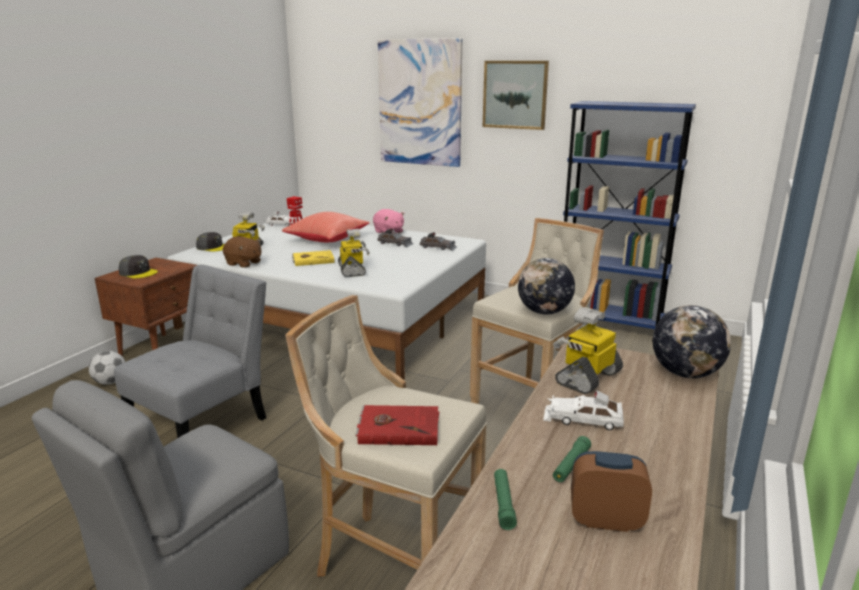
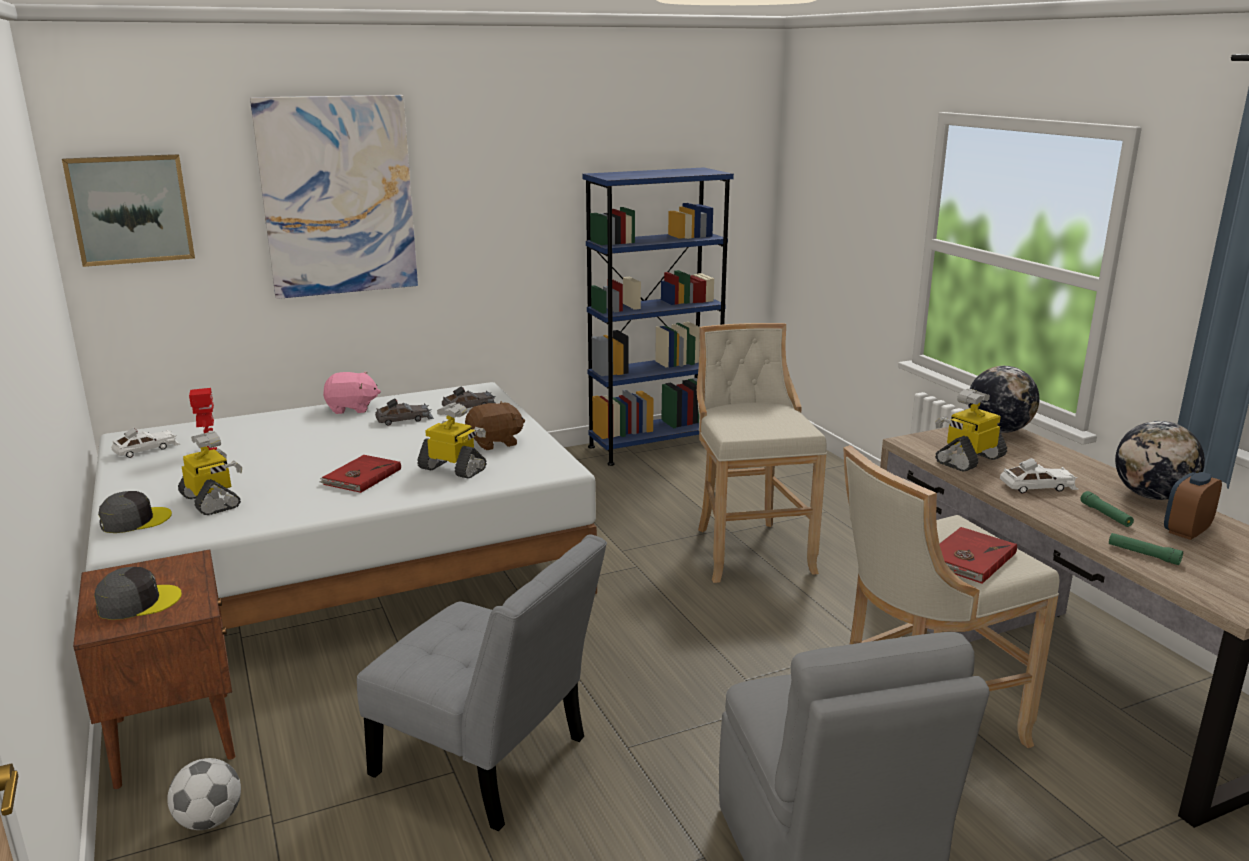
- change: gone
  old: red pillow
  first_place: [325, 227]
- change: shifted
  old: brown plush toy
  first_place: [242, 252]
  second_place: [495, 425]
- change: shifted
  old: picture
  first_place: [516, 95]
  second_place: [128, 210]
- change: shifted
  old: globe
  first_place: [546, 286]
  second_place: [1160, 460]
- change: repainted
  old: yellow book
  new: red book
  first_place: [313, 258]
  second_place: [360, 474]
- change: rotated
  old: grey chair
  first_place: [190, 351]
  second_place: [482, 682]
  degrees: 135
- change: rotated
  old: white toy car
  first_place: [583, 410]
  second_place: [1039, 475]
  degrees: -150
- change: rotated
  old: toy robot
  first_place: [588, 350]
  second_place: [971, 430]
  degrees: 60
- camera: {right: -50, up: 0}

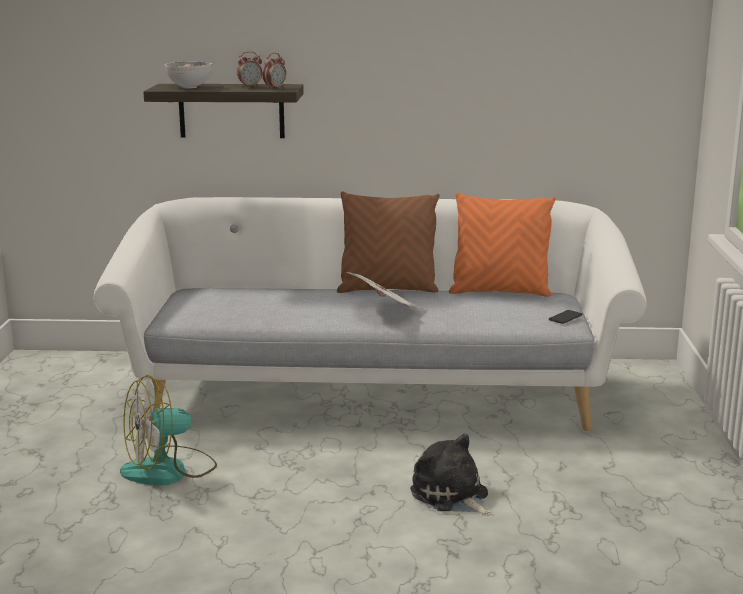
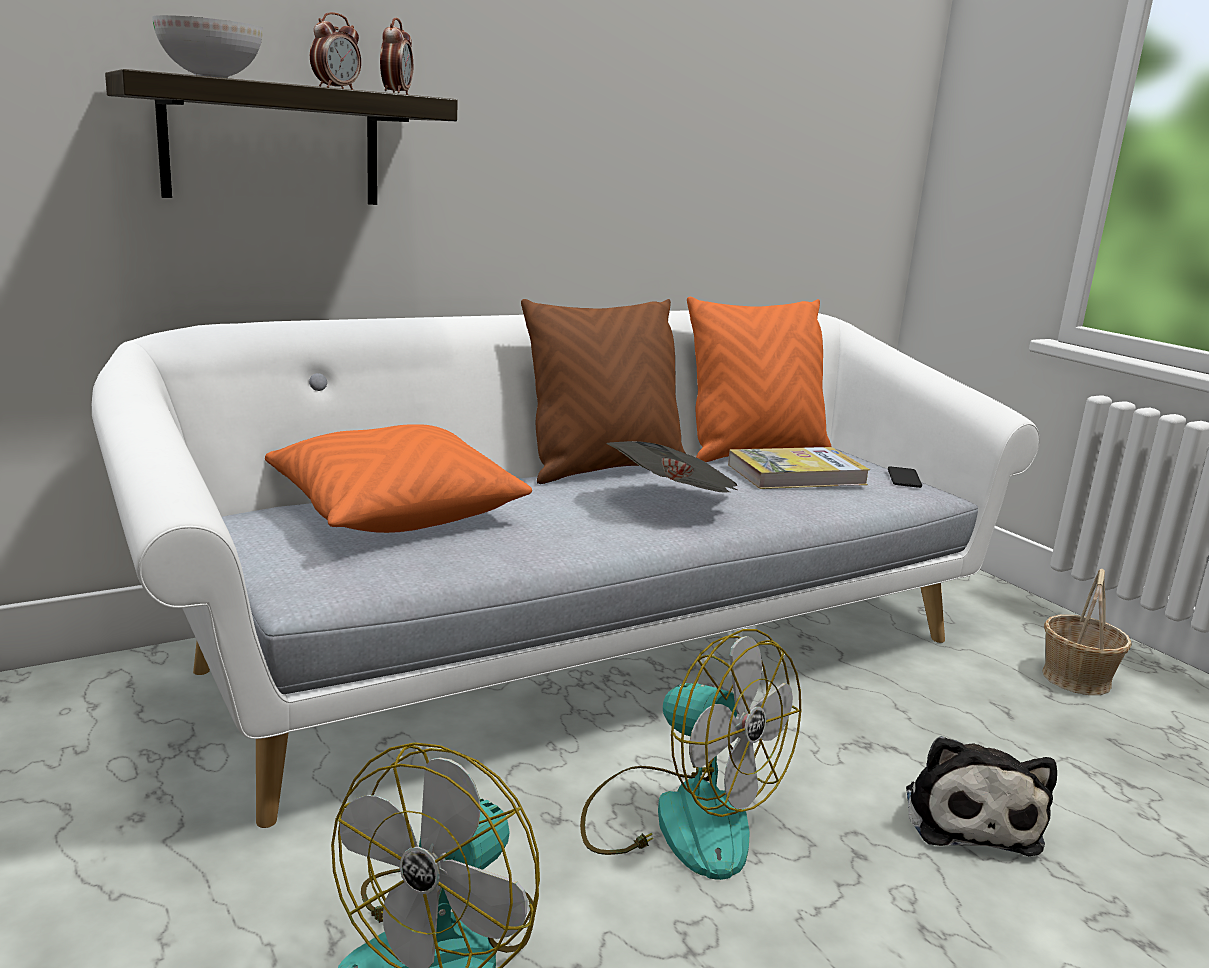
- change: new
  new: orange pillow
  second_place: [398, 478]
- change: new
  new: fan
  second_place: [690, 754]
- change: new
  new: book
  second_place: [799, 468]
- change: new
  new: basket
  second_place: [1087, 632]
- change: rotated
  old: plush toy
  first_place: [451, 474]
  second_place: [981, 796]
  degrees: -105
- camera: {right: -35, up: 0}

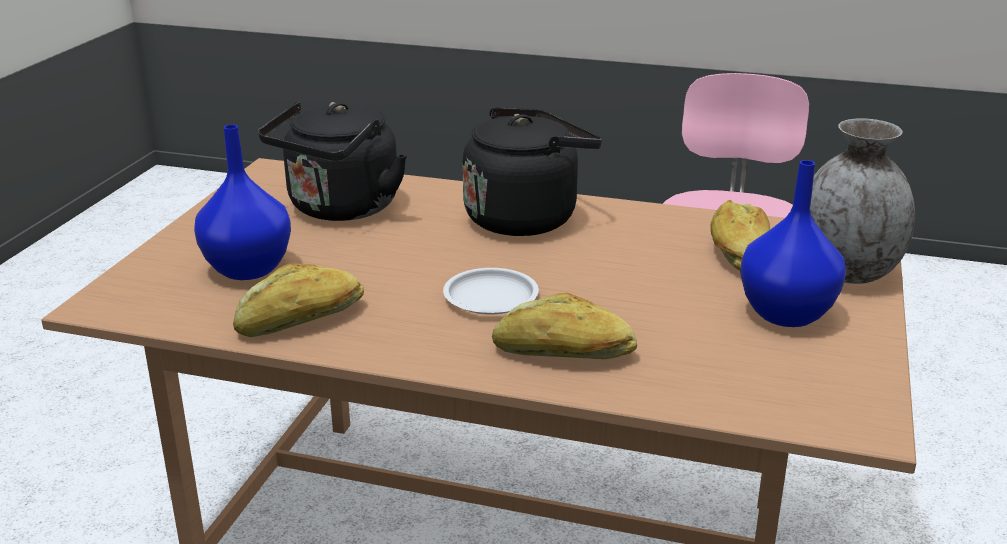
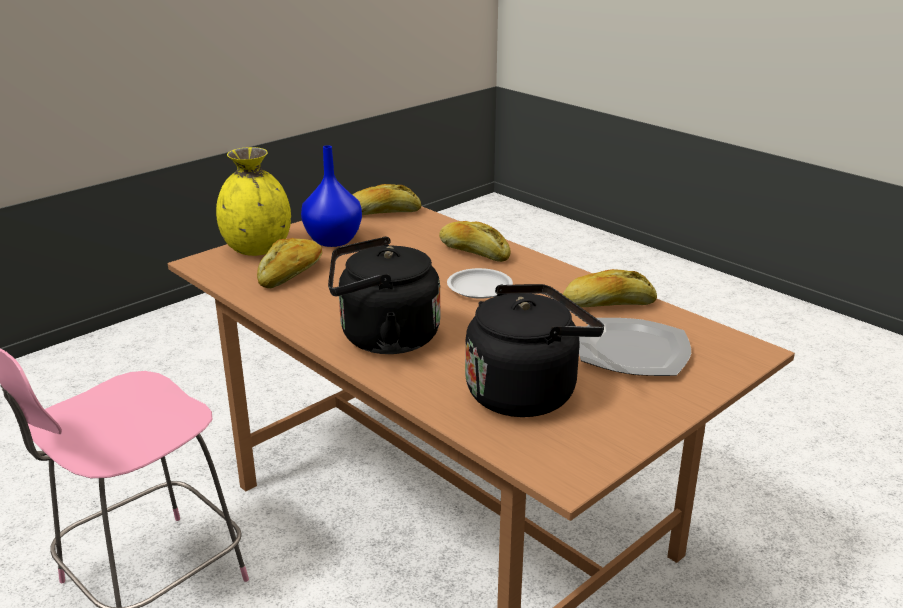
- change: new
  new: bread
  second_place: [387, 199]
- change: swapped
  old: blue vase
  new: plate
  first_place: [242, 202]
  second_place: [635, 347]
- change: repainted
  old: grey vase
  new: yellow vase
  first_place: [862, 201]
  second_place: [253, 201]
- camera: {right: -150, up: 0}

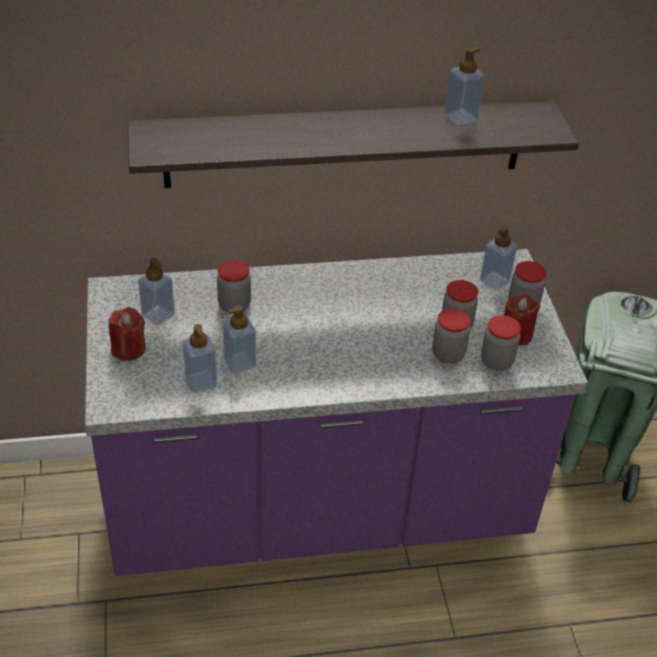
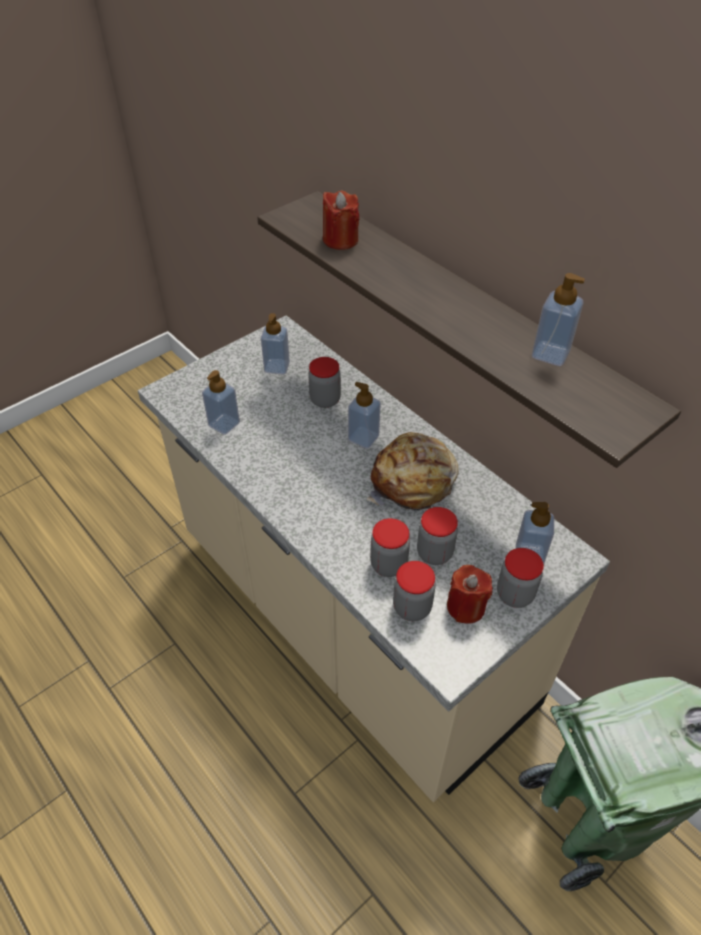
- change: new
  new: bread
  second_place: [413, 471]
- change: shifted
  old: red candle
  first_place: [127, 334]
  second_place: [341, 220]
- change: shifted
  old: soap dispenser
  first_place: [239, 340]
  second_place: [364, 415]
- change: repainted
  old: purple counter
  new: beige counter
  first_place: [336, 412]
  second_place: [374, 558]
- camera: {right: 60, up: 5}

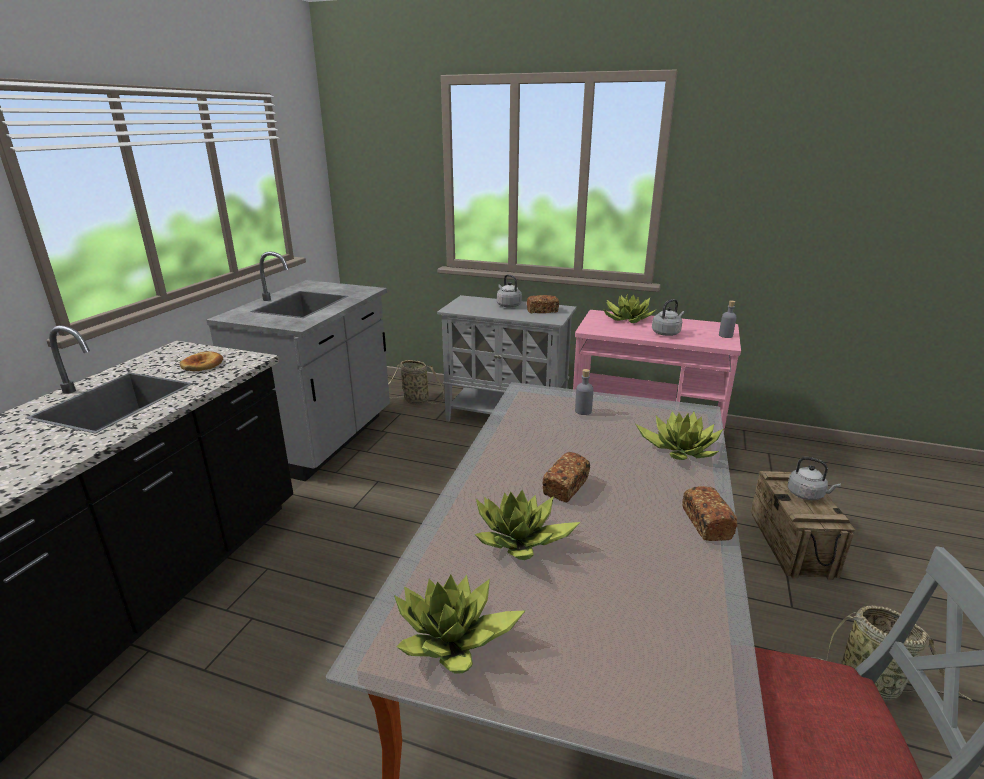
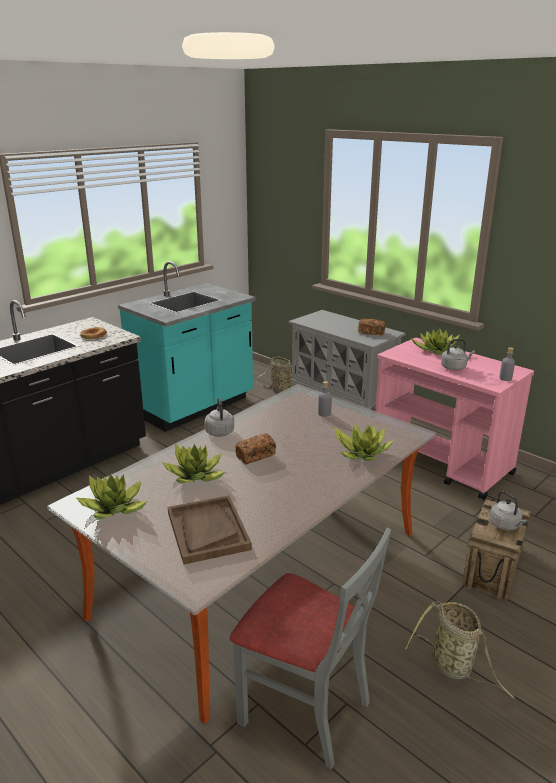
- change: gone
  old: bread
  first_place: [710, 513]
- change: new
  new: brown tray
  second_place: [210, 530]
- change: shifted
  old: grey kettle
  first_place: [509, 291]
  second_place: [219, 417]
- change: repainted
  old: grey counter
  new: turquoise counter
  first_place: [298, 366]
  second_place: [187, 346]
- camera: {right: 25, up: 0}

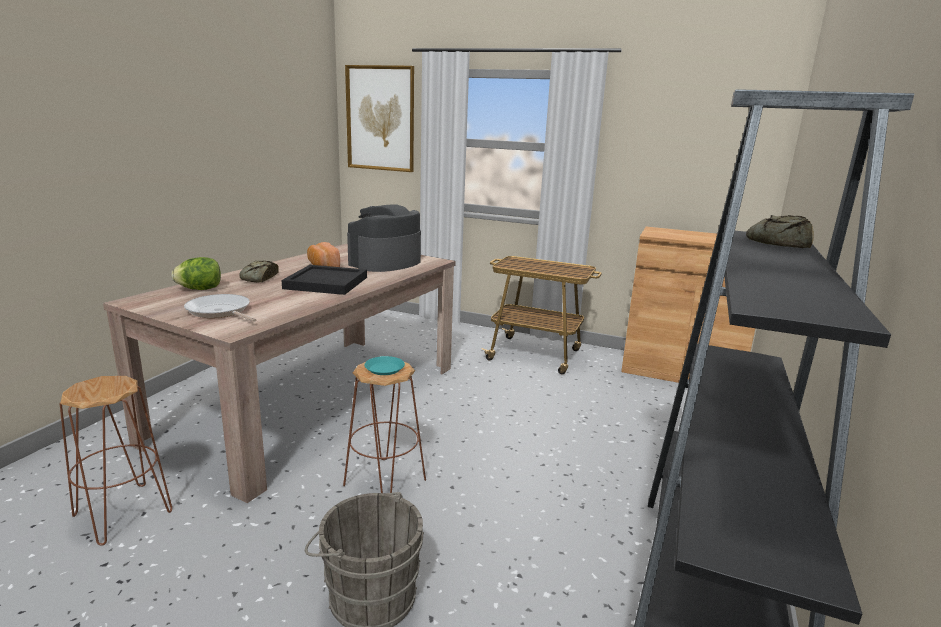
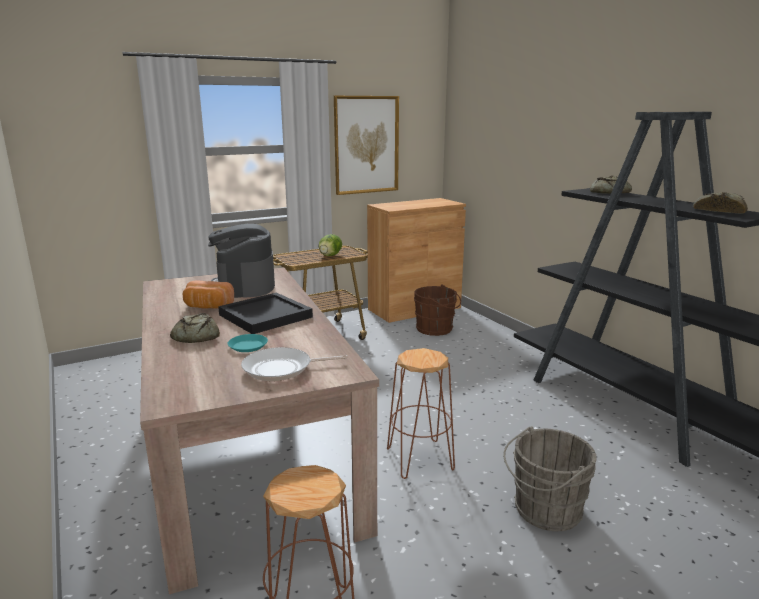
- change: new
  new: brown bucket
  second_place: [437, 310]
- change: new
  new: bread
  second_place: [720, 203]
- change: shifted
  old: lettuce
  first_place: [196, 273]
  second_place: [330, 245]
- change: shifted
  old: picture
  first_place: [379, 118]
  second_place: [366, 145]
- change: shifted
  old: turquoise plate
  first_place: [384, 365]
  second_place: [248, 343]
- camera: {right: -50, up: 0}

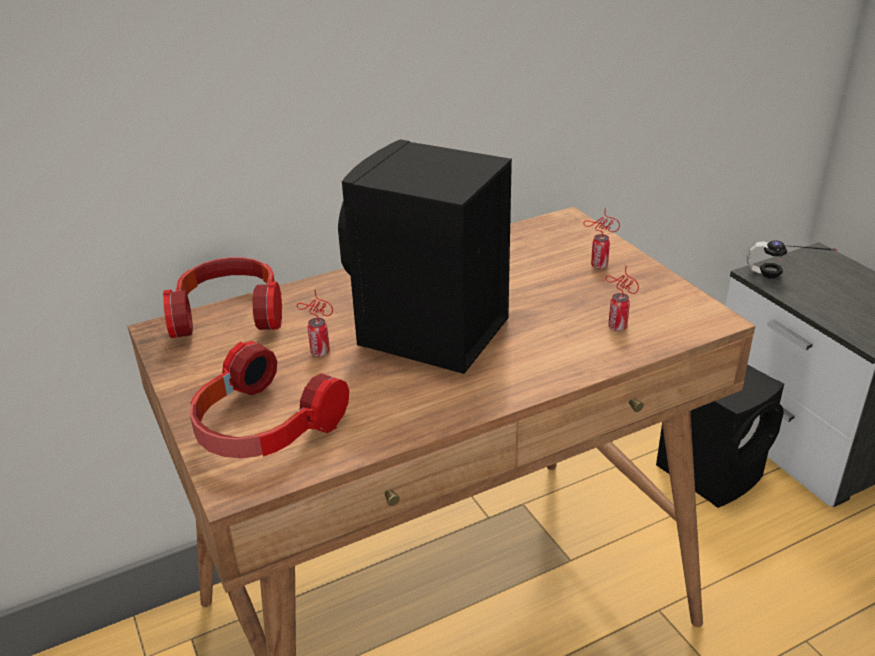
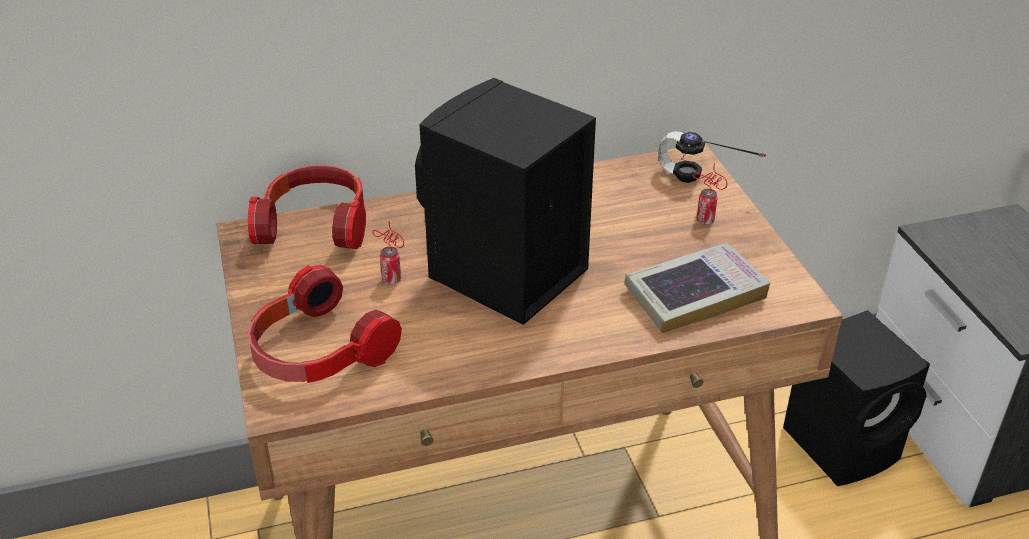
- change: shifted
  old: headphones
  first_place: [792, 259]
  second_place: [712, 157]
- change: swapped
  old: can
  new: book
  first_place: [622, 298]
  second_place: [697, 288]
- camera: {right: 10, up: 5}

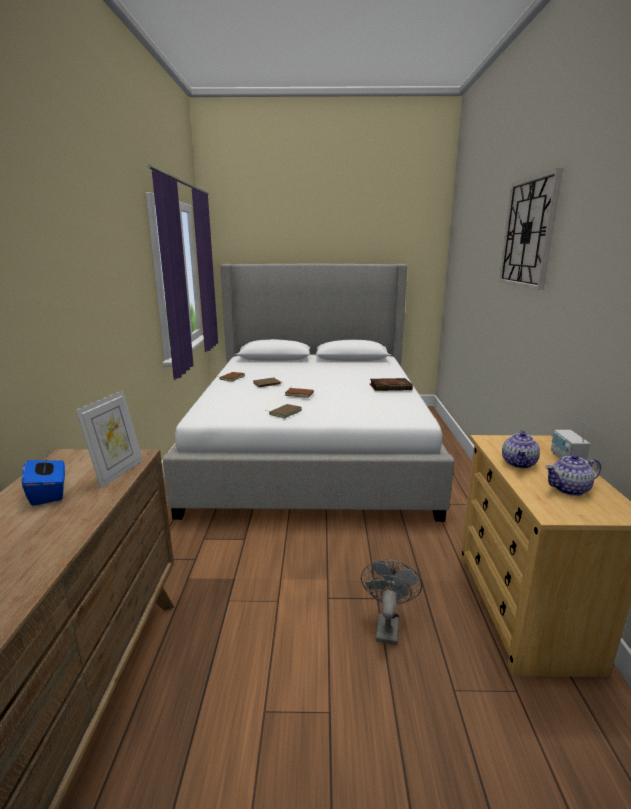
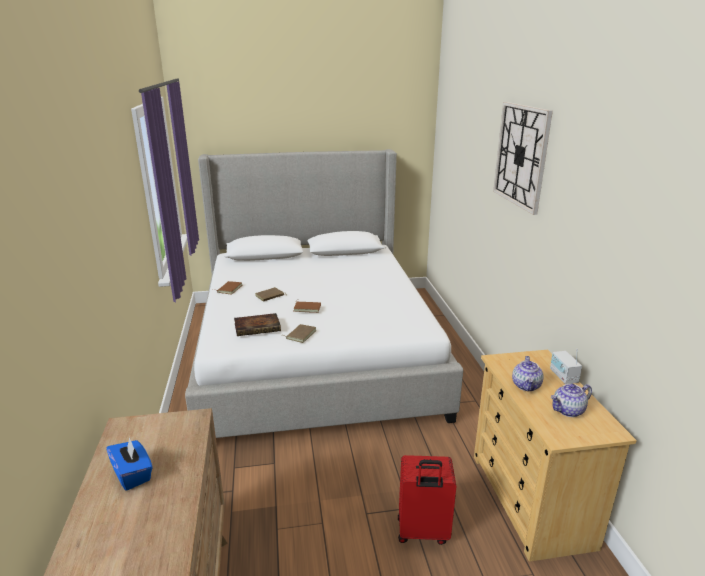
- change: gone
  old: picture frame
  first_place: [109, 439]
- change: shifted
  old: book
  first_place: [391, 384]
  second_place: [257, 324]
- change: swapped
  old: grey fan
  new: red suitcase
  first_place: [391, 602]
  second_place: [427, 500]
- camera: {right: -10, up: 5}

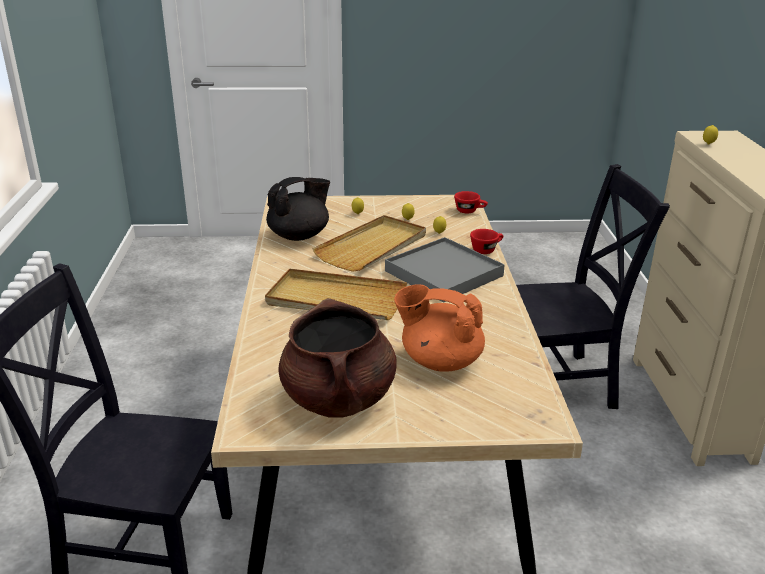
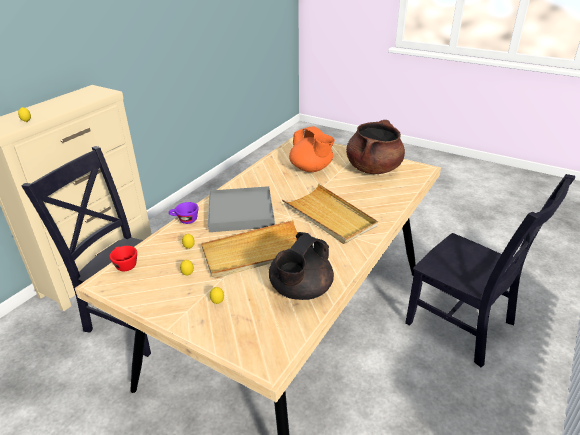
- change: repainted
  old: red cup
  new: purple cup
  first_place: [486, 241]
  second_place: [184, 213]
- change: rotated
  old: black teapot
  first_place: [298, 209]
  second_place: [301, 266]
  degrees: -60
- camera: {right: -145, up: 5}

